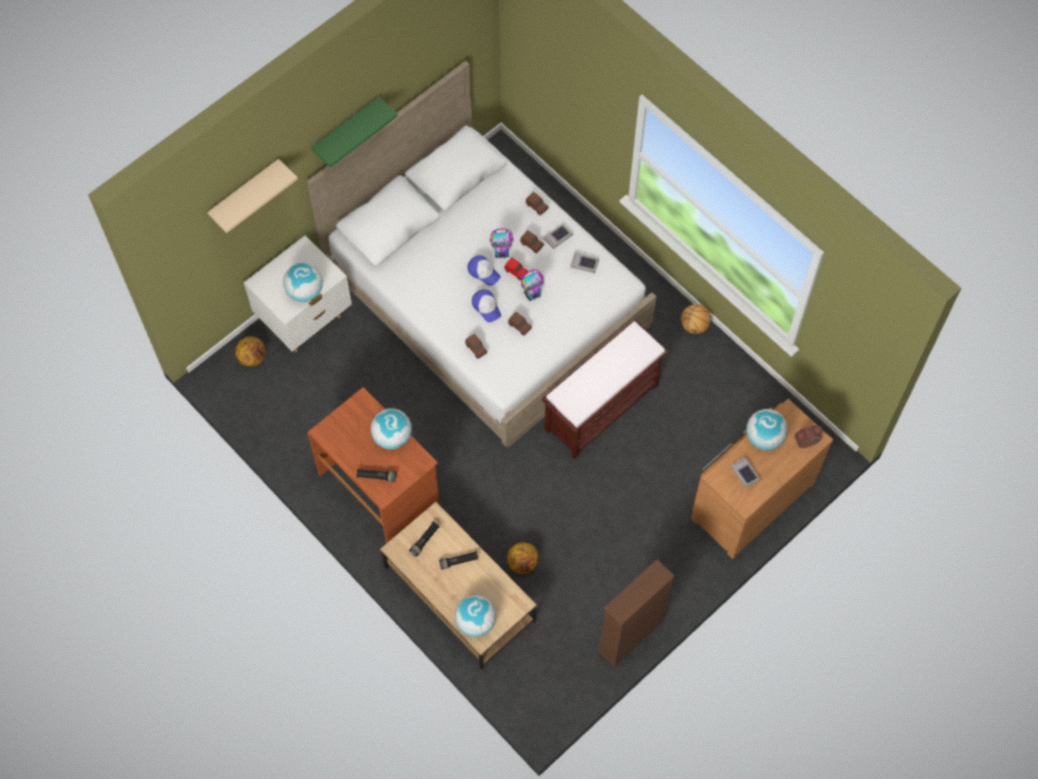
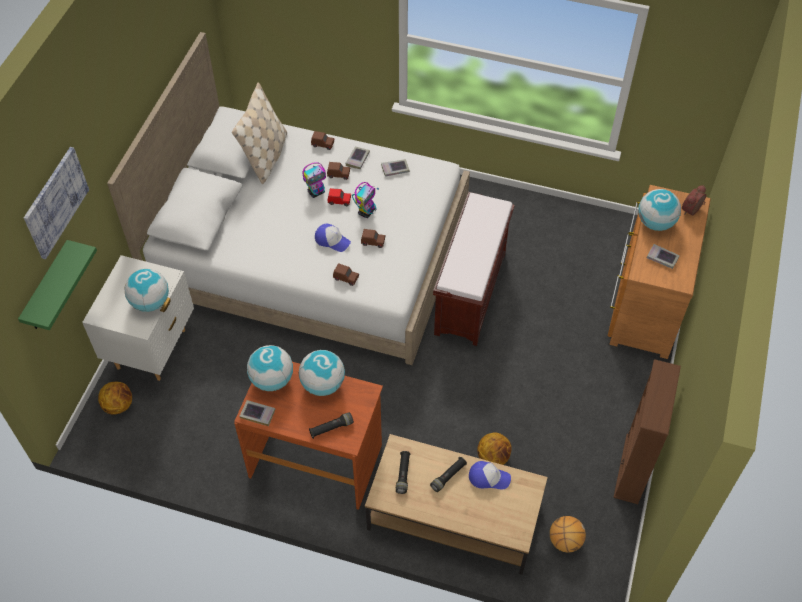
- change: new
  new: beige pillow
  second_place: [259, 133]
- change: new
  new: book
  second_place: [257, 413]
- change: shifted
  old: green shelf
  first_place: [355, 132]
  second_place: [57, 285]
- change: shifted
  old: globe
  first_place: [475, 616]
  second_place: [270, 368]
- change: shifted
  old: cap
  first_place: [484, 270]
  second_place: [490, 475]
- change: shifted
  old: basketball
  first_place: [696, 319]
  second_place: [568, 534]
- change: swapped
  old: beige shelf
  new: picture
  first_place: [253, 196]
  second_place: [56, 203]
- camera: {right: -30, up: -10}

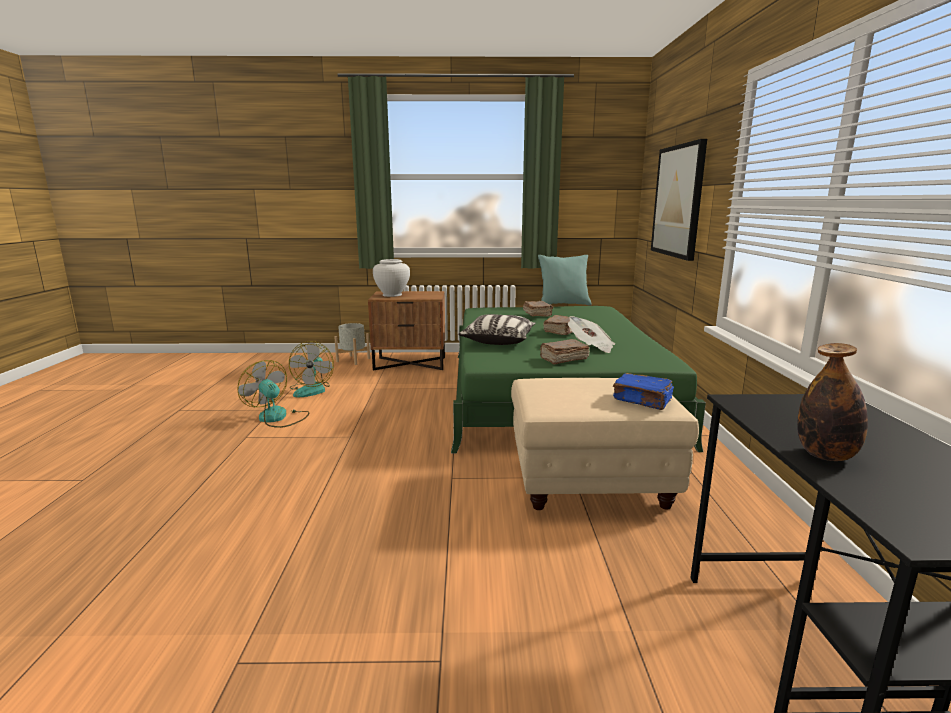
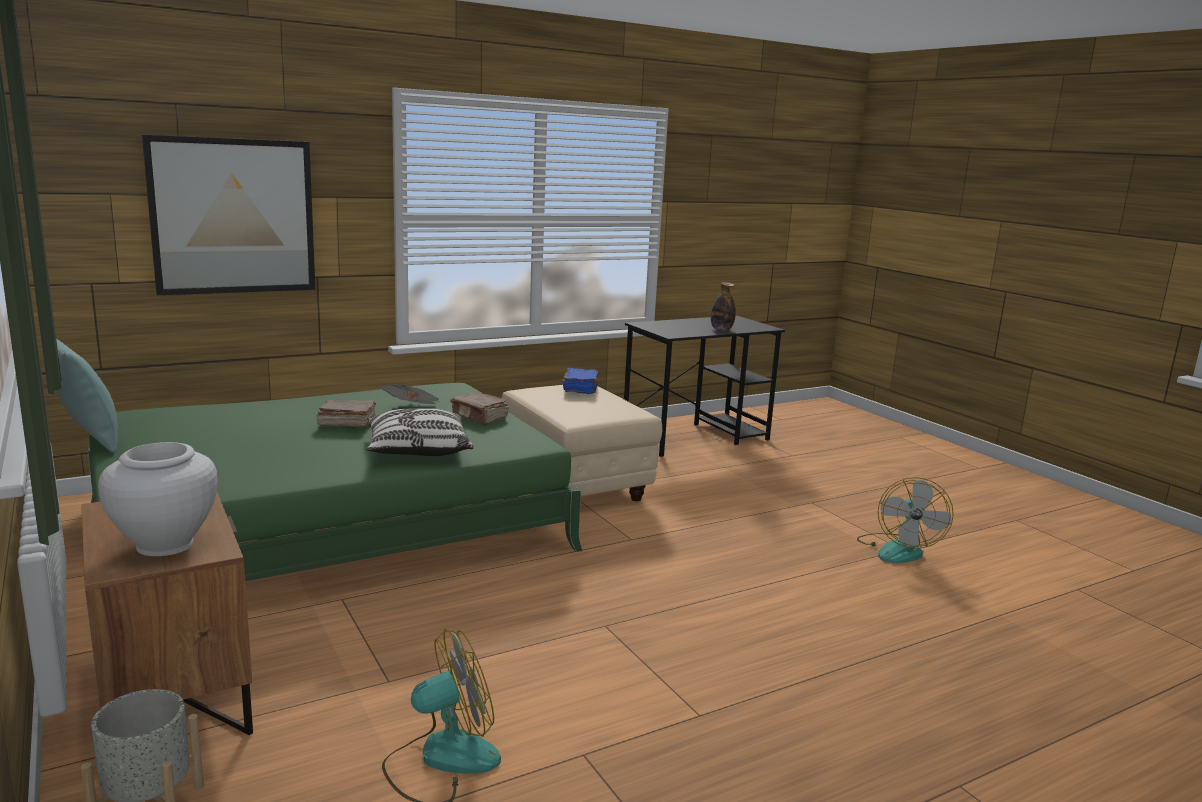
- change: gone
  old: brown book
  first_place: [538, 308]
- change: shifted
  old: fan
  first_place: [274, 394]
  second_place: [905, 520]
- camera: {right: -120, up: 0}

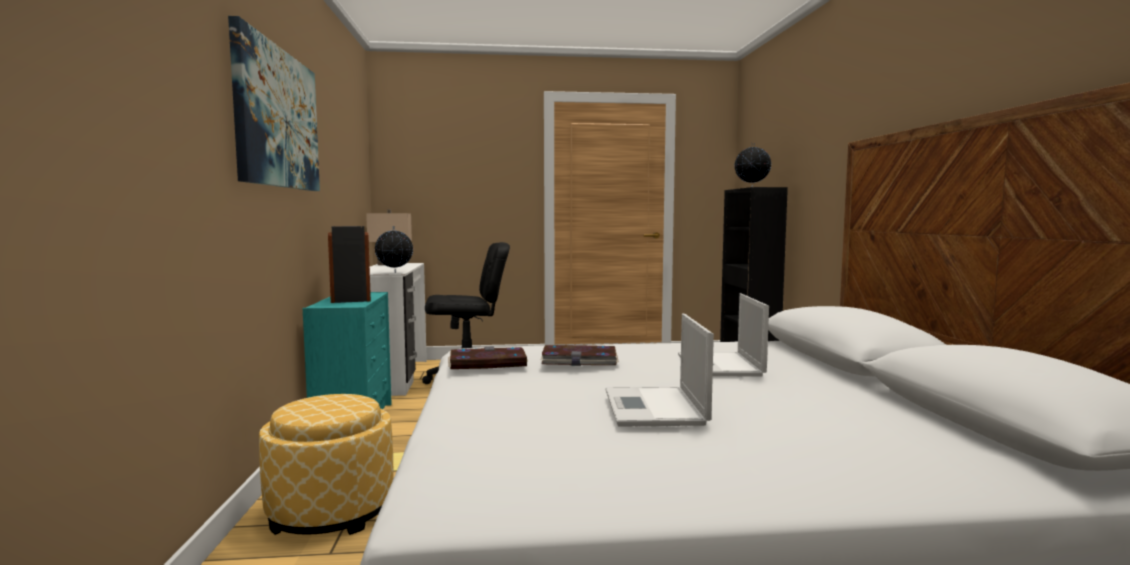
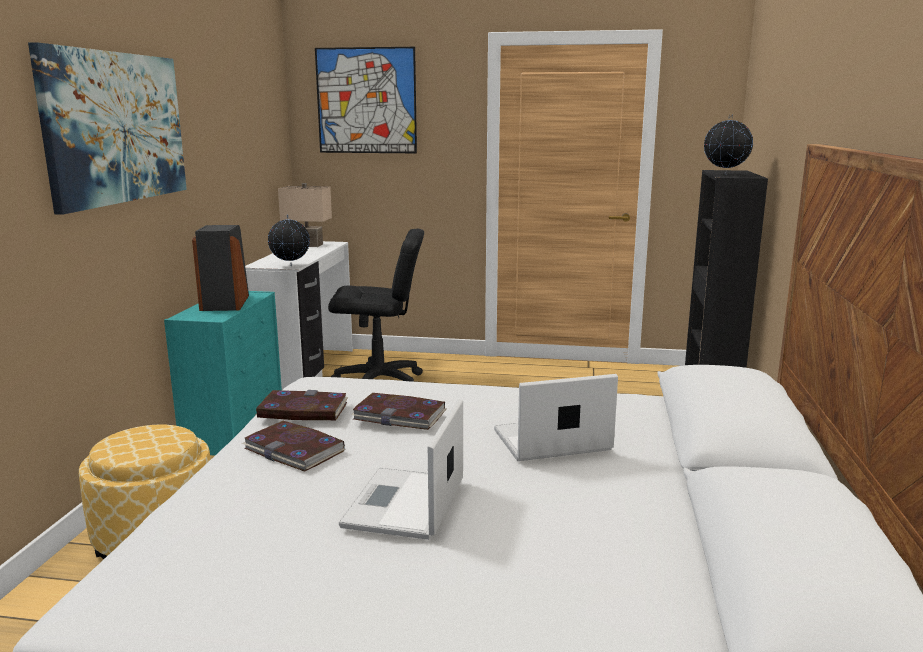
- change: new
  new: book
  second_place: [293, 446]
- change: new
  new: picture
  second_place: [366, 100]
- change: rotated
  old: laptop
  first_place: [723, 334]
  second_place: [556, 417]
  degrees: 60
- camera: {right: 15, up: 10}

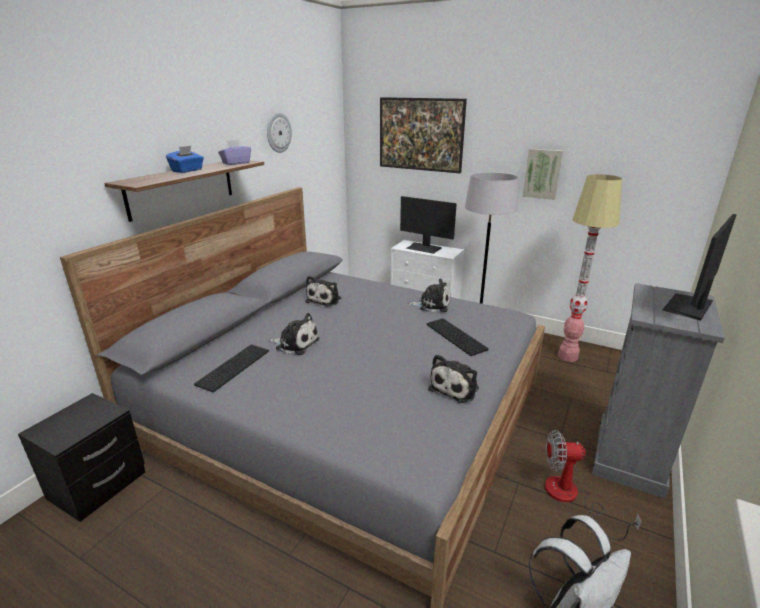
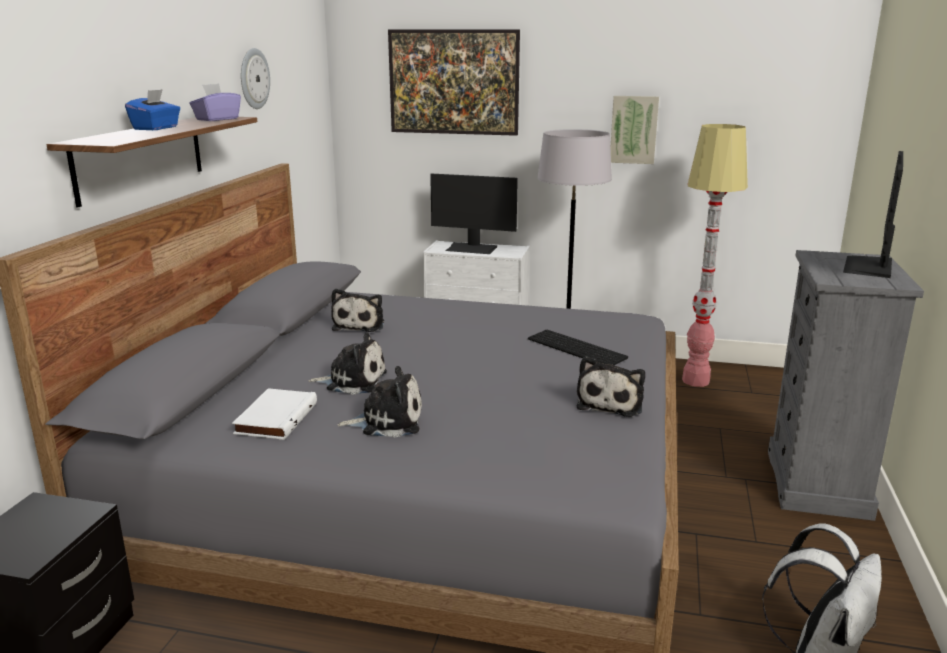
- change: gone
  old: fan
  first_place: [593, 485]
- change: shifted
  old: plush toy
  first_place: [429, 295]
  second_place: [379, 402]
- change: swapped
  old: keyboard
  new: white book
  first_place: [231, 368]
  second_place: [274, 414]
- camera: {right: -15, up: -5}

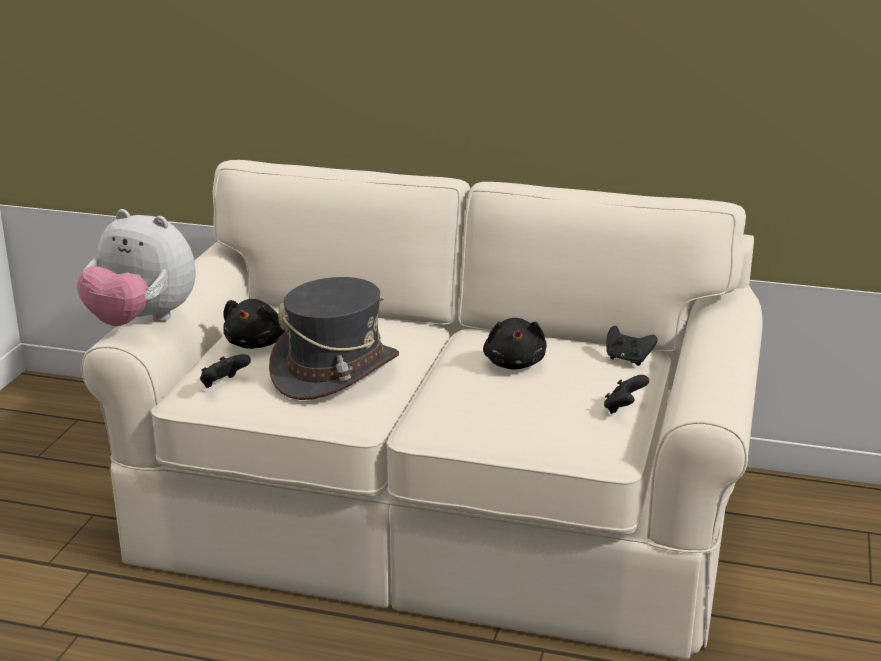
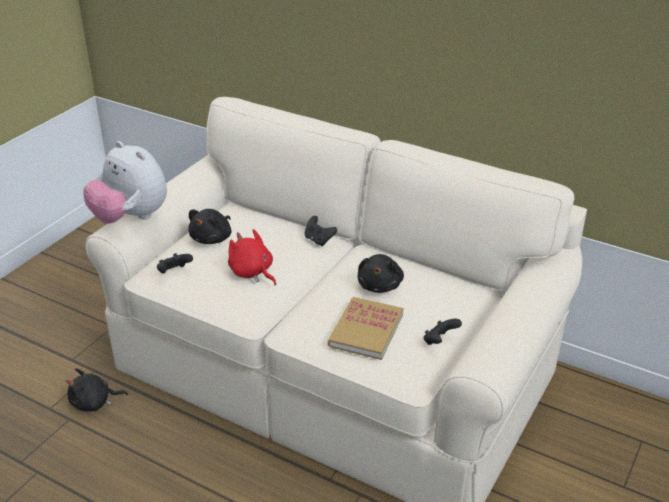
- change: new
  new: black plush toy
  second_place: [97, 390]
- change: new
  new: book
  second_place: [365, 328]
- change: shifted
  old: black game controller
  first_place: [631, 346]
  second_place: [320, 231]
- change: swapped
  old: grey hat
  new: red plush toy
  first_place: [334, 338]
  second_place: [252, 257]
- camera: {right: 15, up: 10}

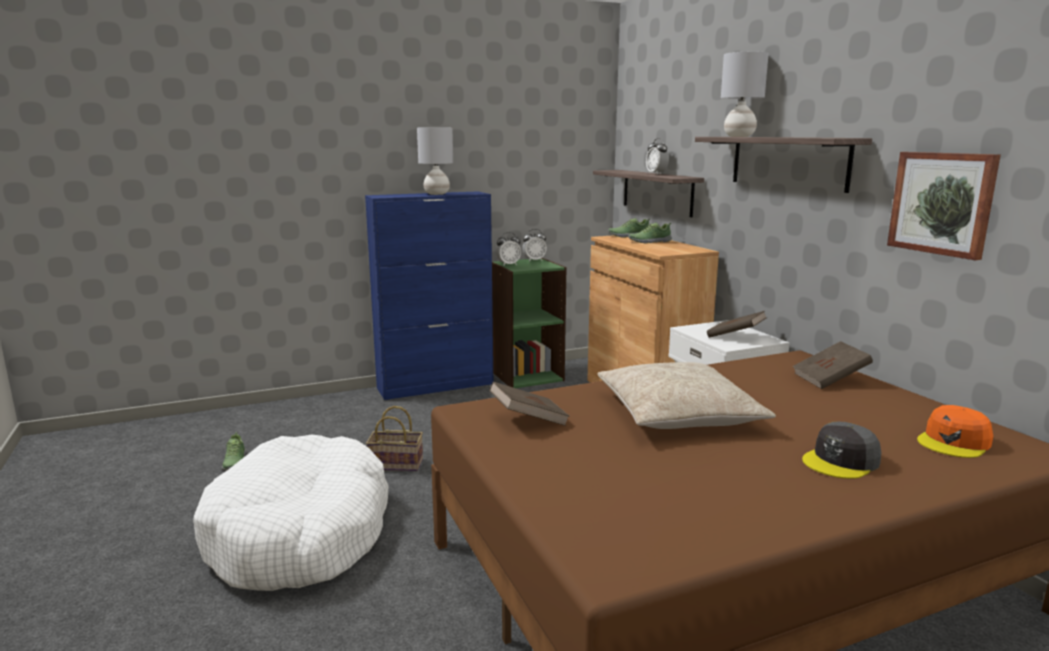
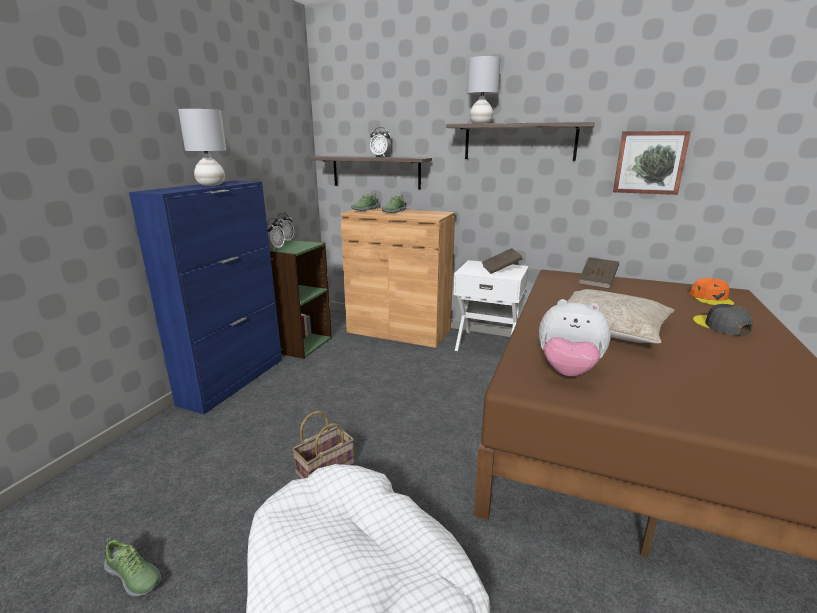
- change: swapped
  old: brown book
  new: plush toy
  first_place: [529, 404]
  second_place: [575, 338]
- change: rotated
  old: grey cap
  first_place: [841, 450]
  second_place: [723, 319]
  degrees: 150
- camera: {right: -45, up: 5}

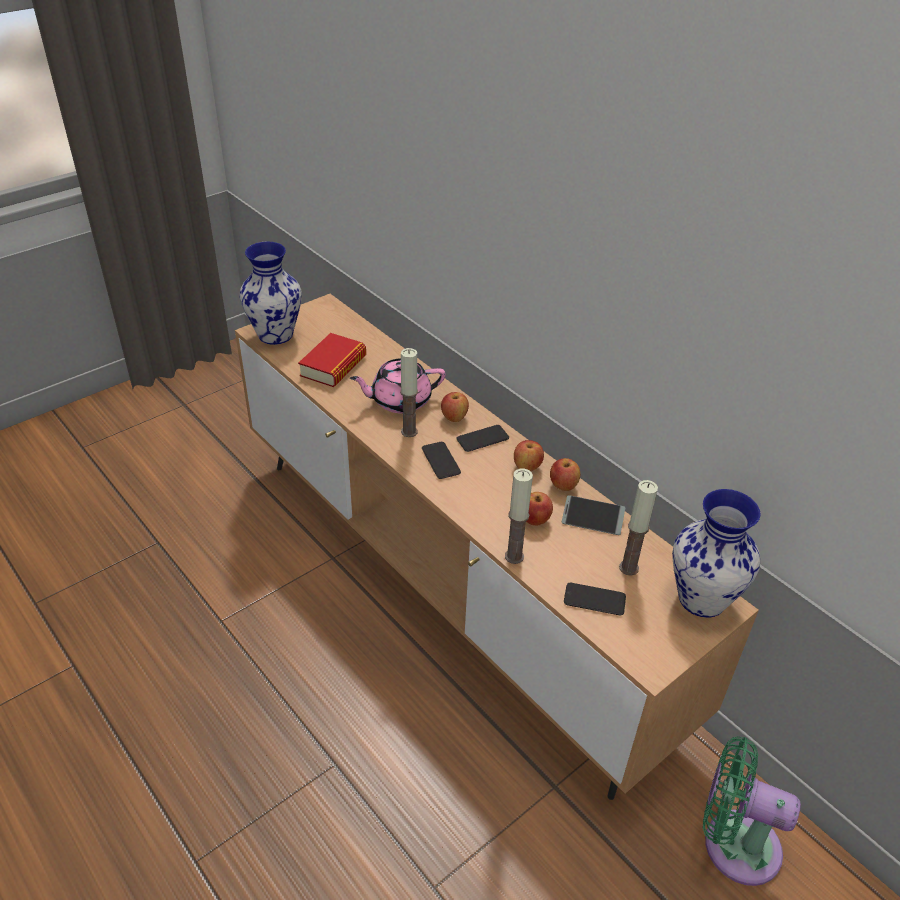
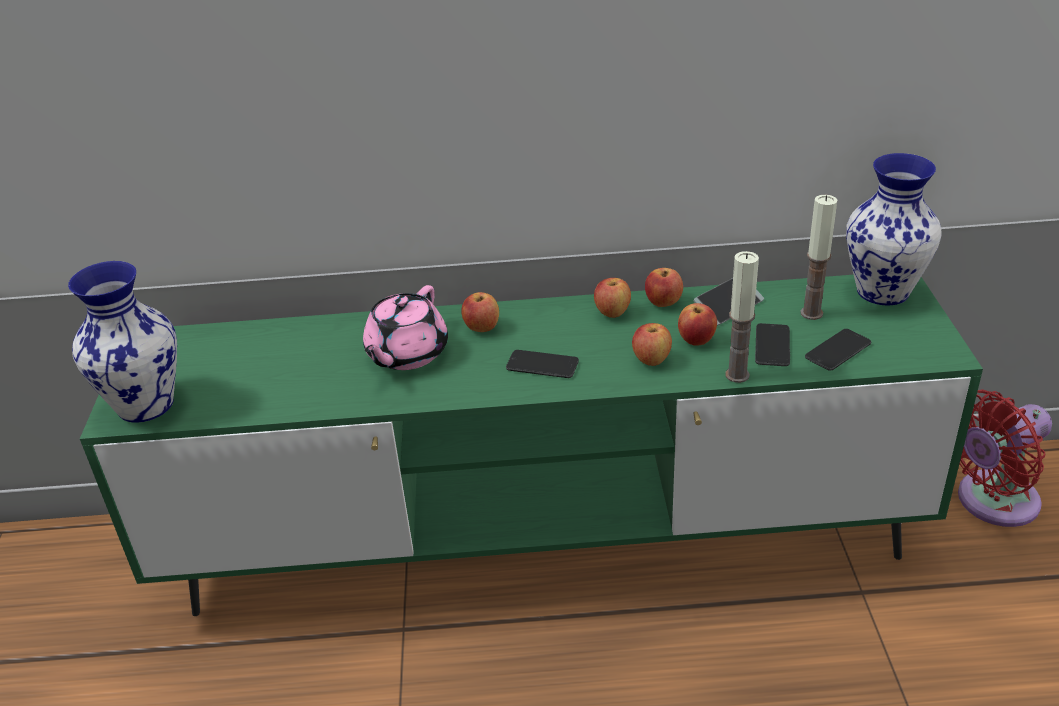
- change: gone
  old: book
  first_place: [332, 360]
- change: gone
  old: candle
  first_place: [409, 392]
- change: new
  new: apple
  second_place: [652, 344]
- change: shifted
  old: phone
  first_place: [482, 438]
  second_place: [772, 344]
- change: repainted
  old: brown tv stand
  new: green tv stand
  first_place: [497, 547]
  second_place: [531, 445]
- change: repainted
  old: green fan
  new: red fan
  first_place: [752, 811]
  second_place: [1005, 458]
- camera: {right: -50, up: -5}

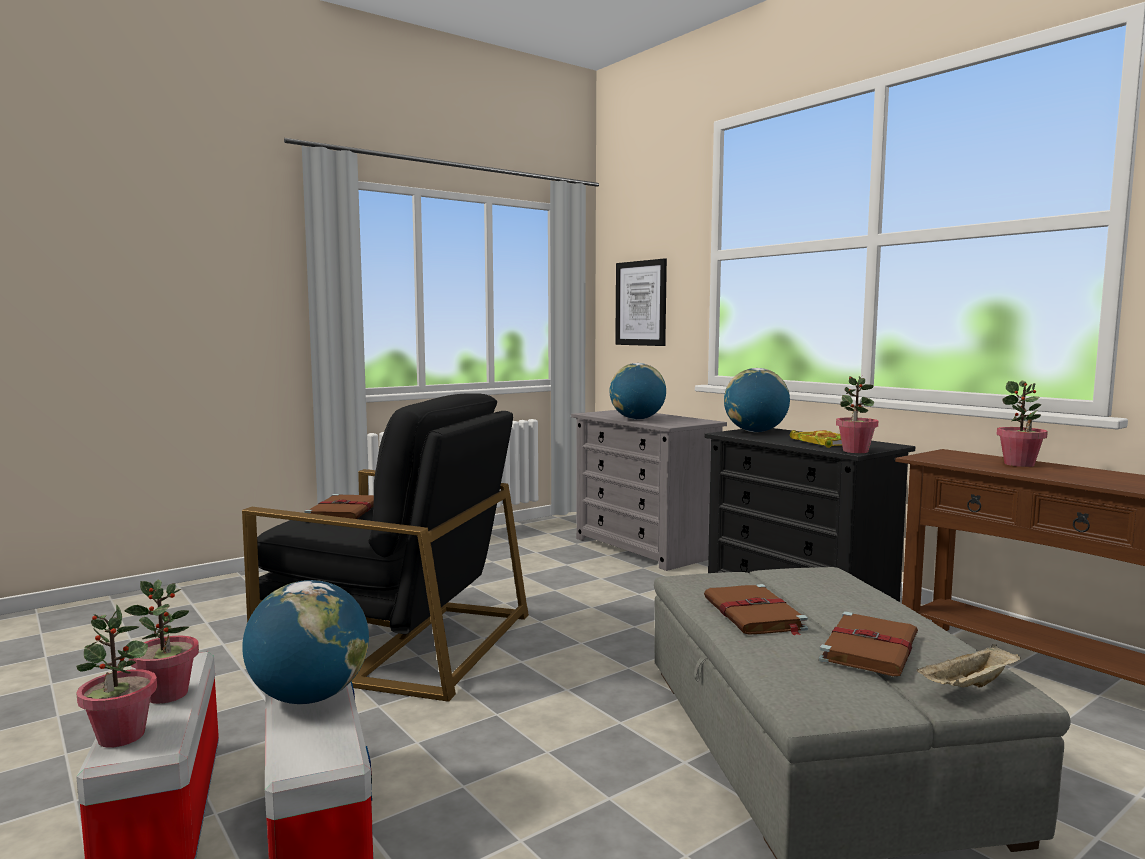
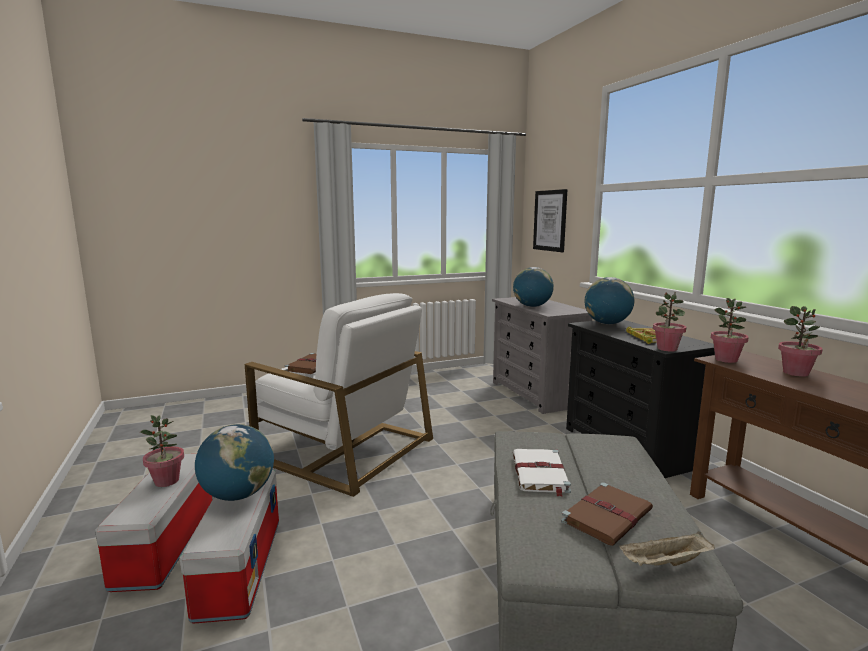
- change: shifted
  old: potted plant
  first_place: [116, 676]
  second_place: [730, 330]
- change: repainted
  old: black armchair
  new: white armchair
  first_place: [385, 547]
  second_place: [339, 395]
- change: repainted
  old: brown book
  new: white book
  first_place: [756, 610]
  second_place: [542, 473]
- camera: {right: 15, up: 5}

